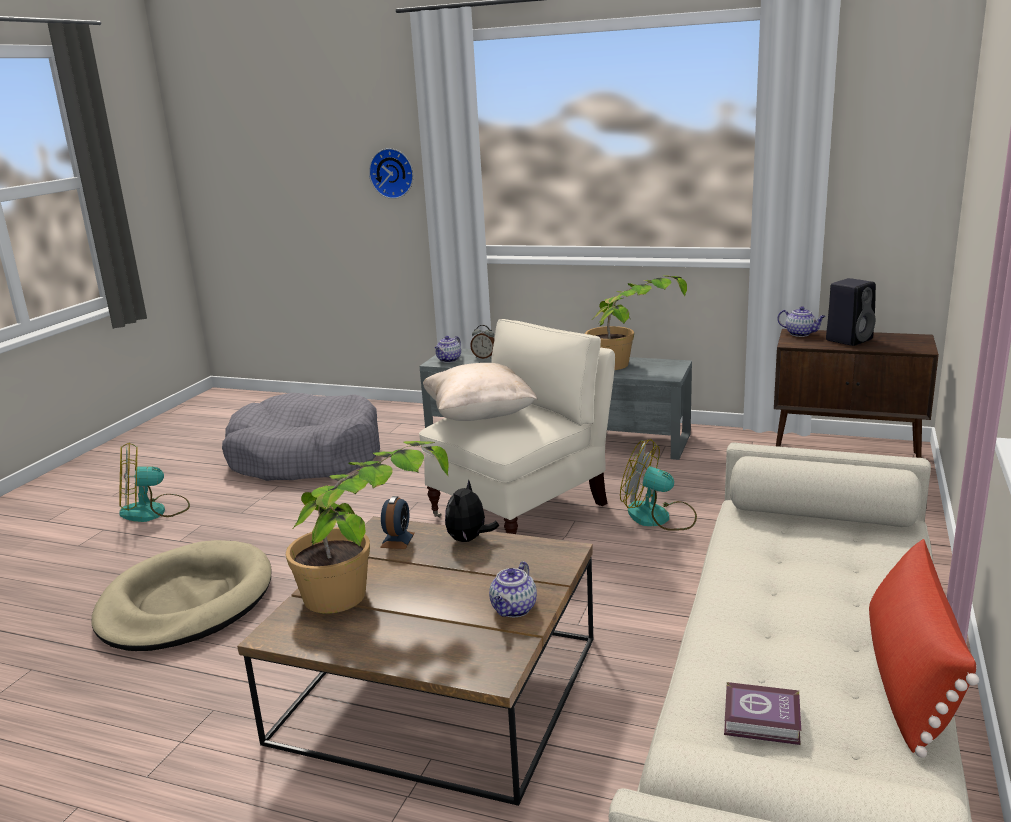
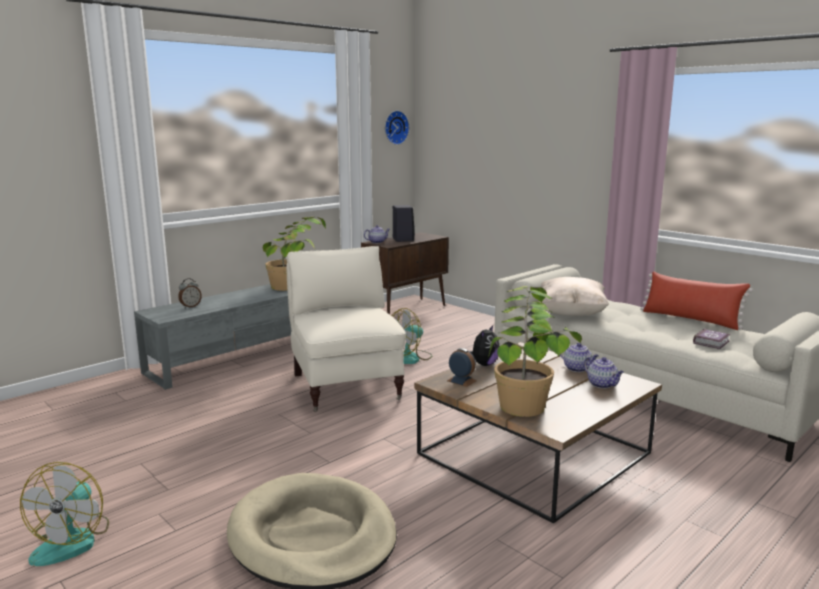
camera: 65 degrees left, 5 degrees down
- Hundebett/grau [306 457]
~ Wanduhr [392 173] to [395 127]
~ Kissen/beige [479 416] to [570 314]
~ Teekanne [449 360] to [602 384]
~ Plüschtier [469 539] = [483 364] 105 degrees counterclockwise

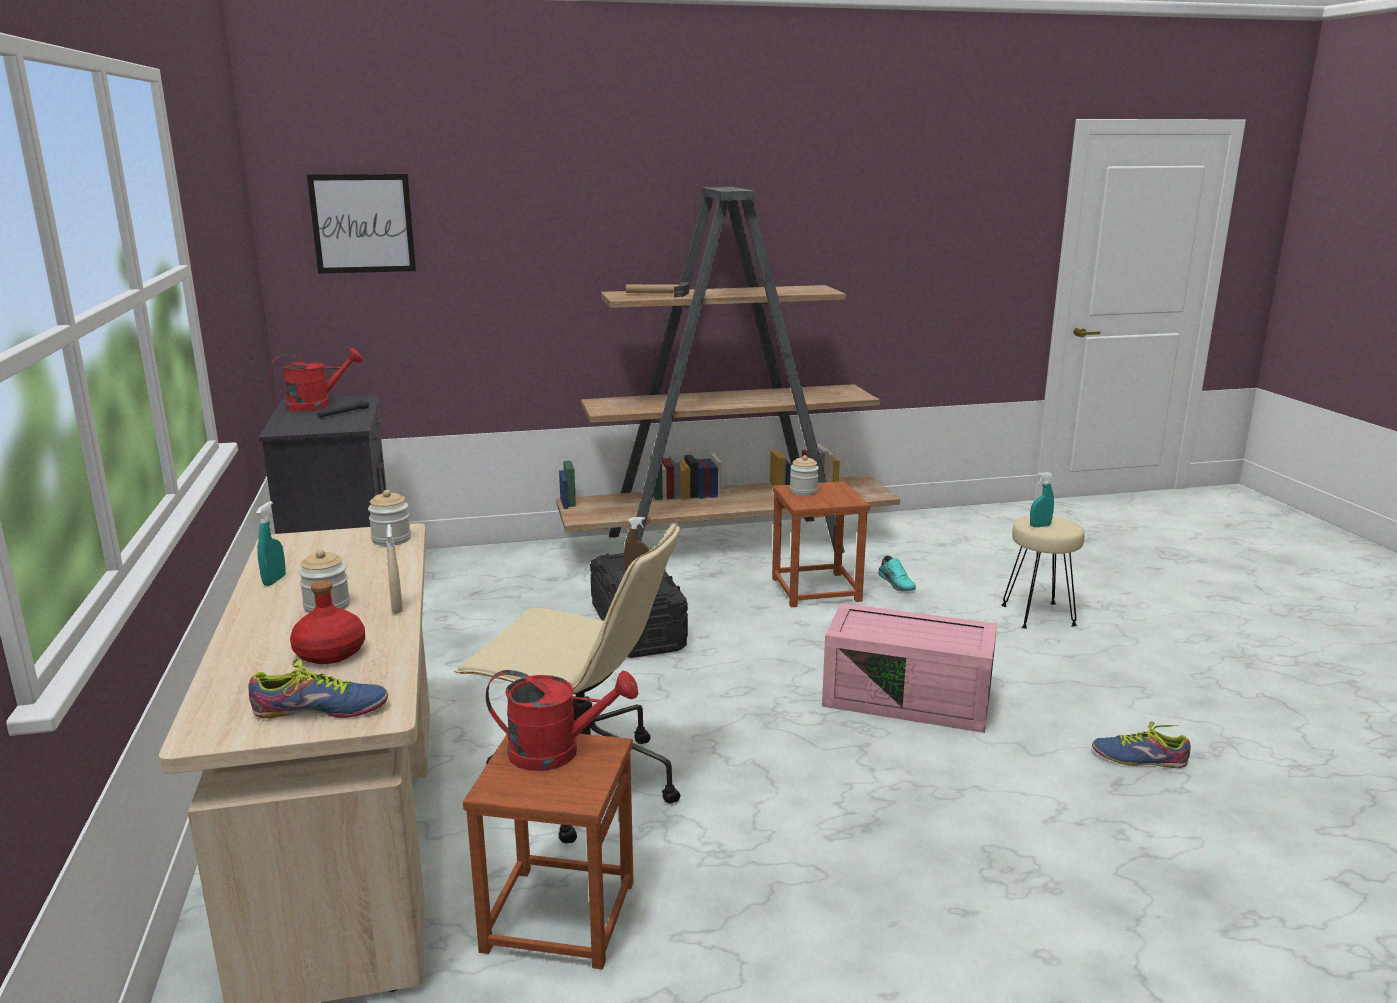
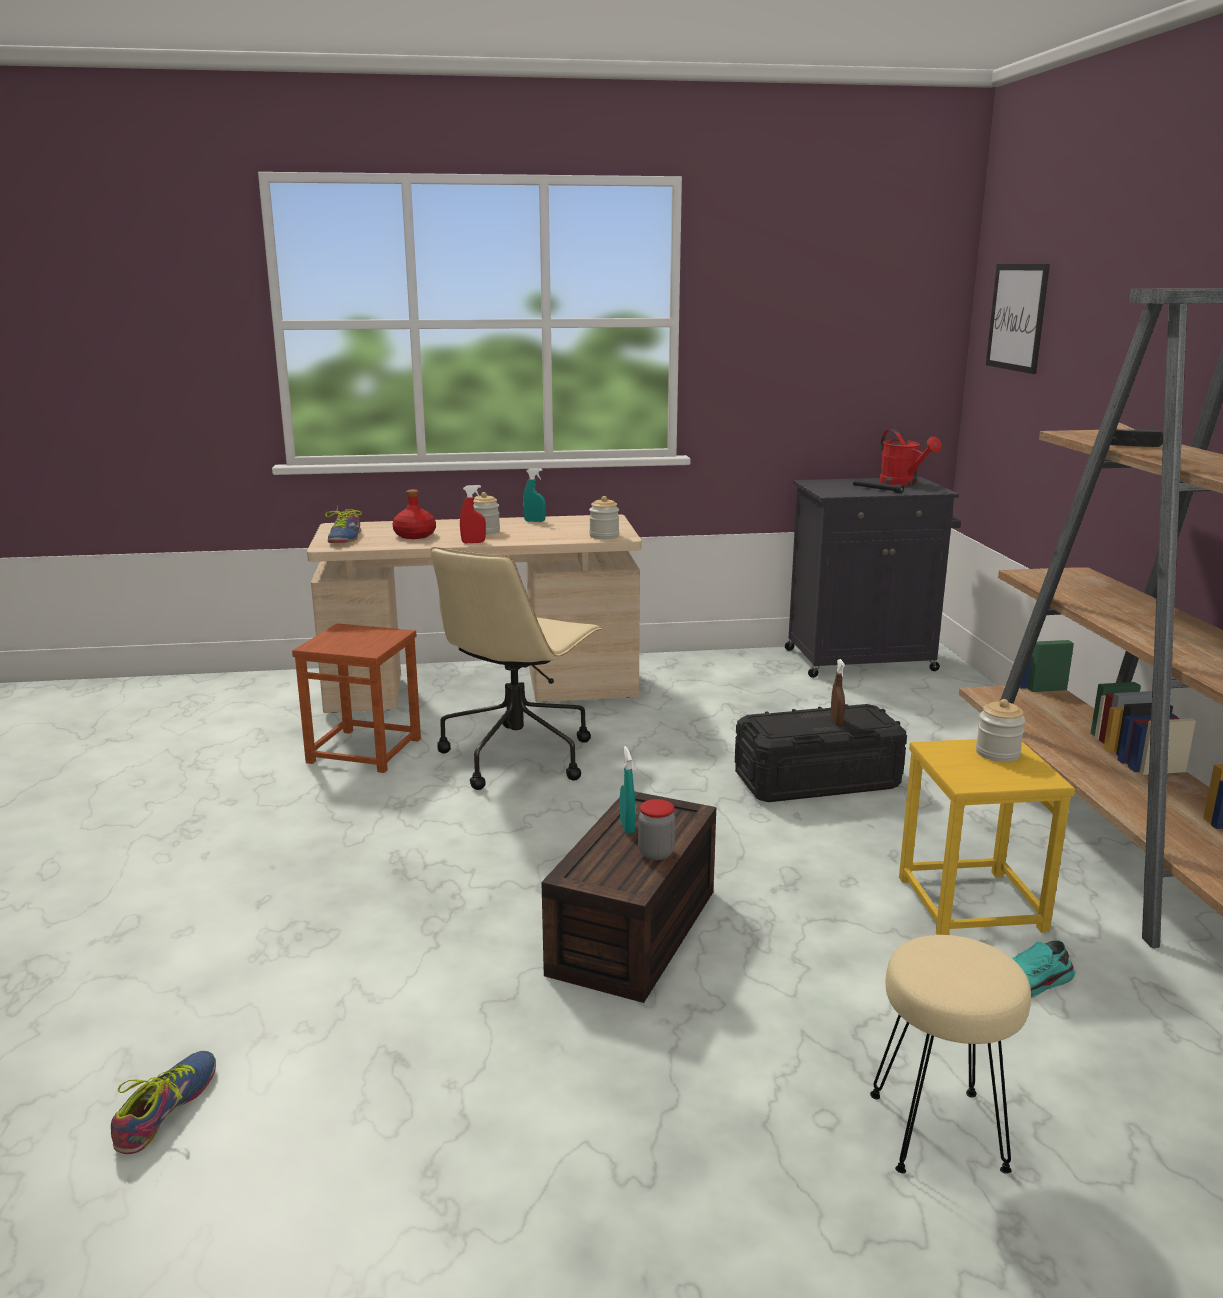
camera: 95 degrees right, 0 degrees up
- Gießkanne/rot [557 752]
+ Vorratsglas [656 853]
~ Sprühflasche/türkis [1040 526] to [627 827]
~ Schuh [1139 759] to [166 1109]
~ Sprühflasche/beige [397 608] to Sprühflasche/rot [473 542]
~ Hocker/braun [816 590] to Hocker/gelb [969 903]
~ Aufbewahrungsbox/rosa [909 699] to Aufbewahrungsbox/braun [635 933]

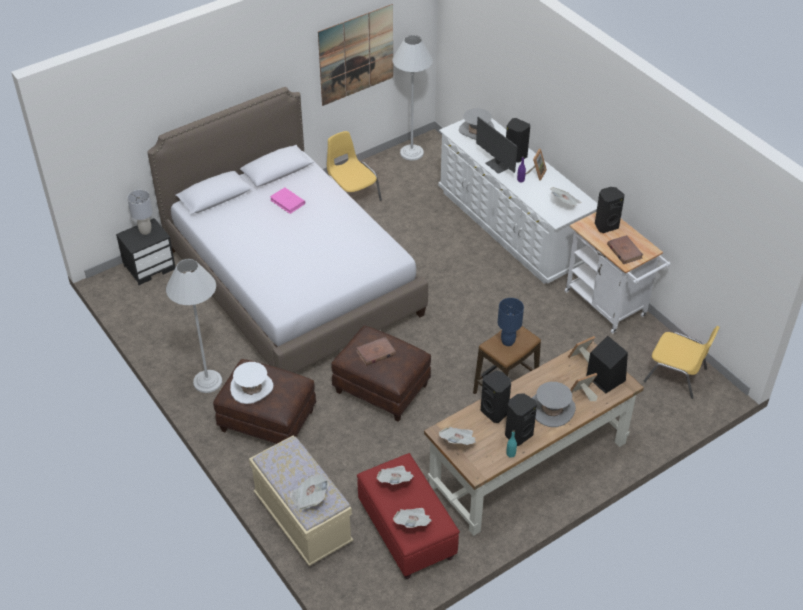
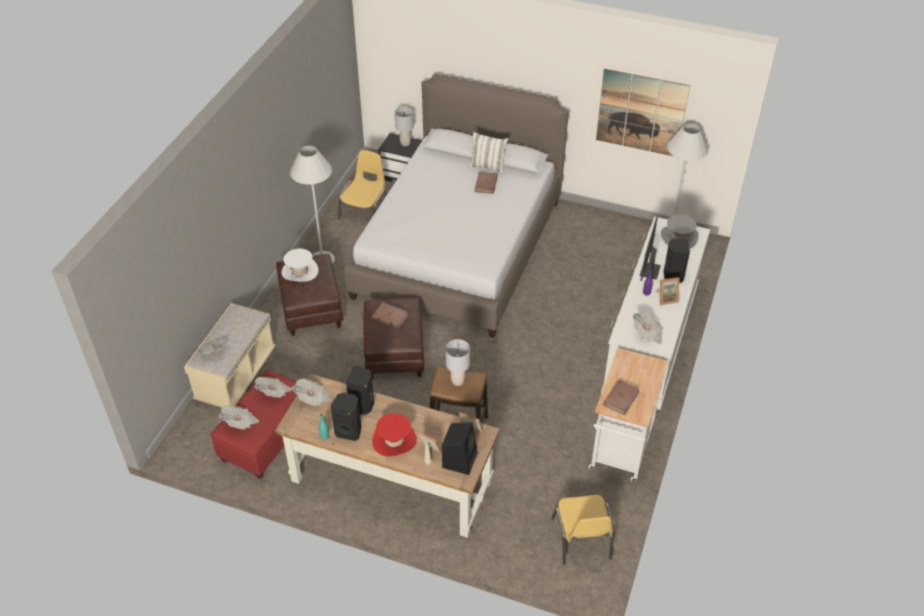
camera: 55 degrees right, 0 degrees up
- Lautsprecher/schwarz [606 225]
+ Kissen/weiß [488 166]
~ Stuhl/gelb [352 195] to [365 211]
~ Buch/rosa [287 202] to Buch/braun [486 184]
~ Tischlampe/blau [507 342] to Tischlampe/grau [457 381]
~ Hut/grau [552 409] to Hut/rot [394 440]

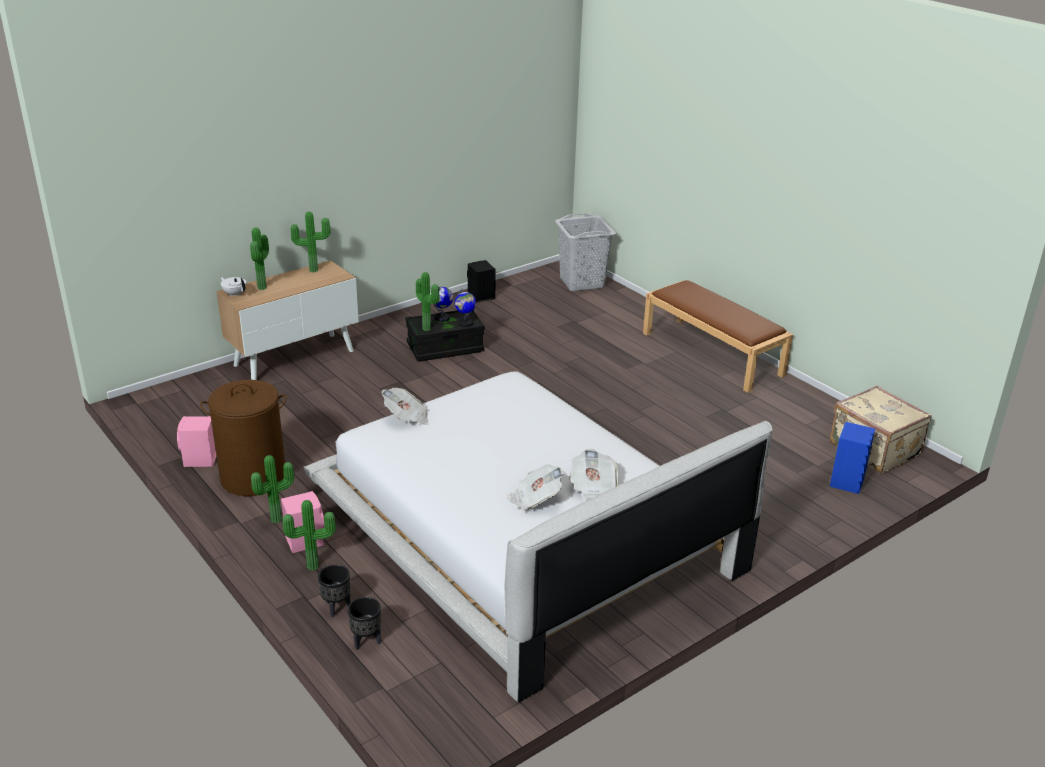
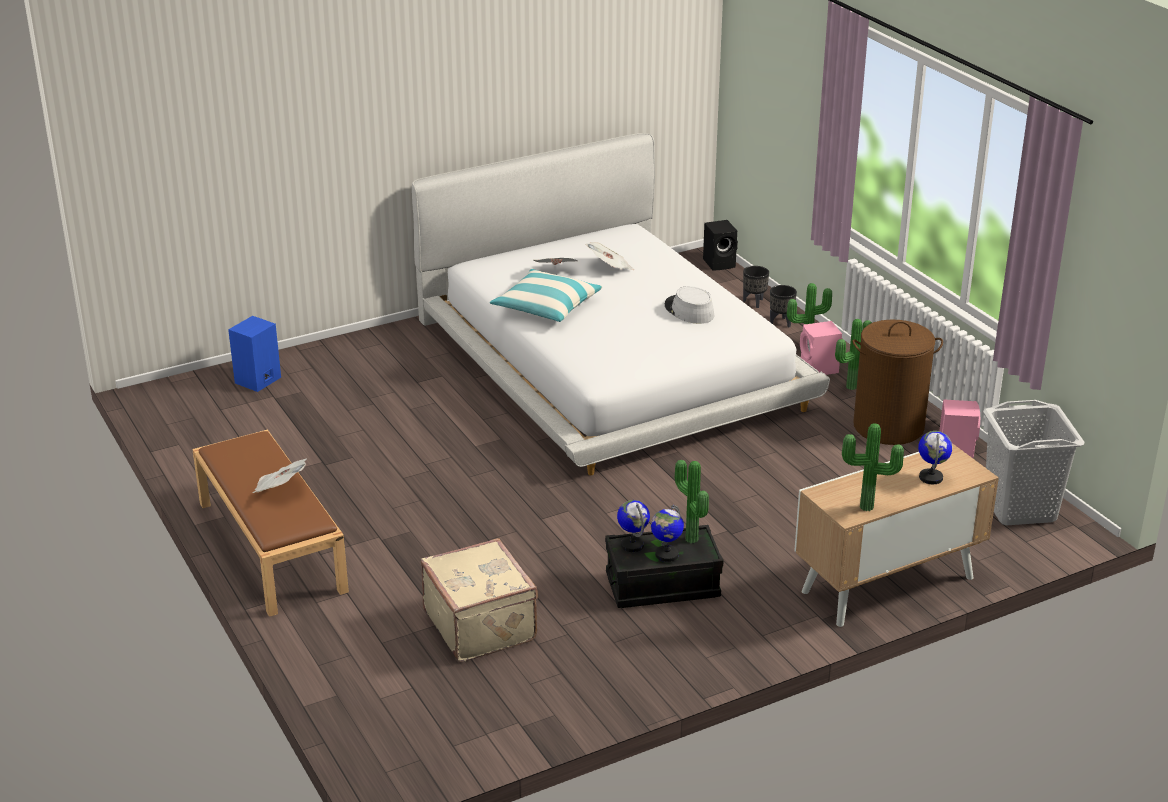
camera: 170 degrees left, 0 degrees up
- Teekanne/weiß [234 294]
+ Kissen [546 306]
+ Hut/grau [689 311]
~ Zeitung [407 417] to [280 488]
~ Lautsprecher/schwarz [480 296] to [720 263]
~ Wäschekorb/grau [582 282] to [1019 508]
~ Koffer/beige [873 450] to [481 625]
~ Topfpflanze [264 288] to Globus [931 477]

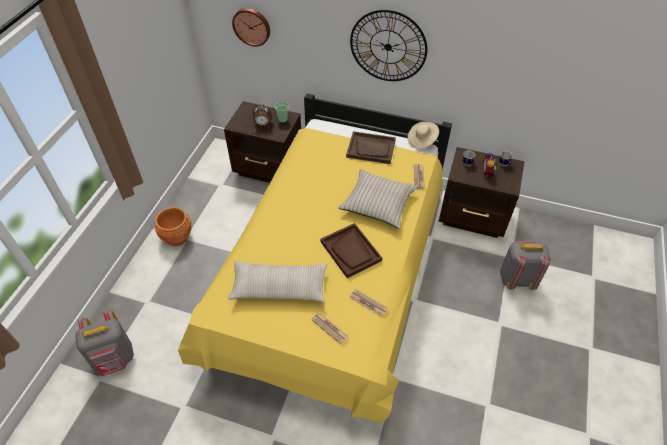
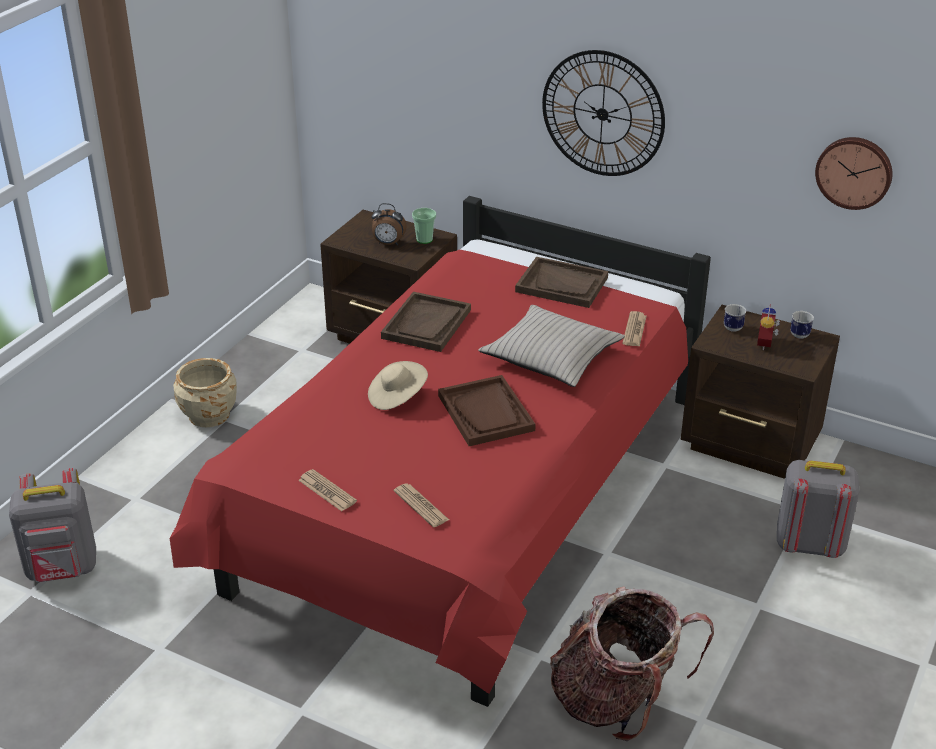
camera: 10 degrees right, 15 degrees down
- Kissen/beige [279 287]
+ Tablett/braun [426 324]
+ Rucksack [617 700]
~ Wanduhr [252 26] to [854 171]
~ Zeitung [368 303] to [327 491]
~ Hut/beige [422 140] to [397 397]
~ Pflanzkübel/orange [177 237] to Pflanzkübel/beige [209 415]
~ Bett/gelb [332 276] to Bett/rot [466 501]

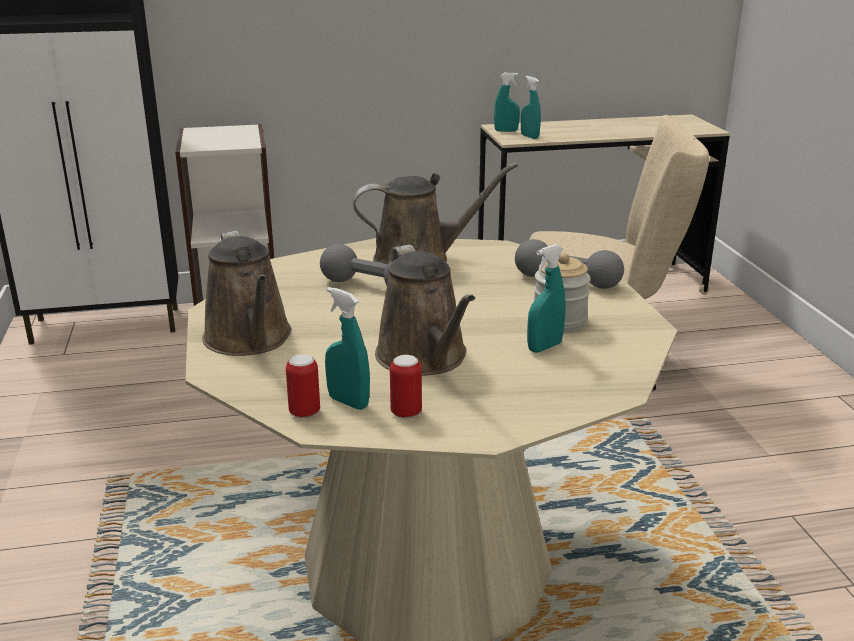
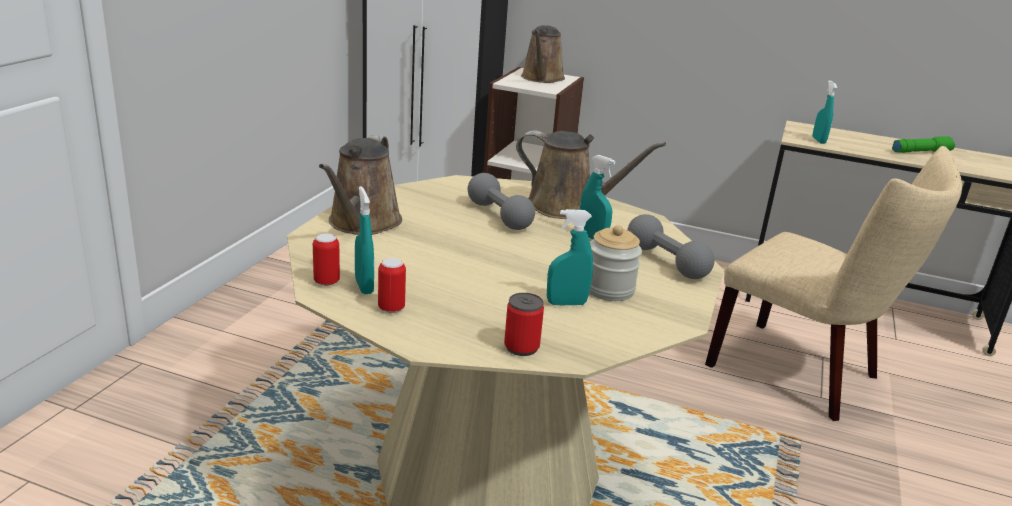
camera: 30 degrees right, 0 degrees up
+ Dose [521 347]
+ Taschenlampe/grün [921 152]
~ Gießkanne/braun [425 358] to [542 78]
~ Sprühflasche/türkis [506 131] to [592 237]

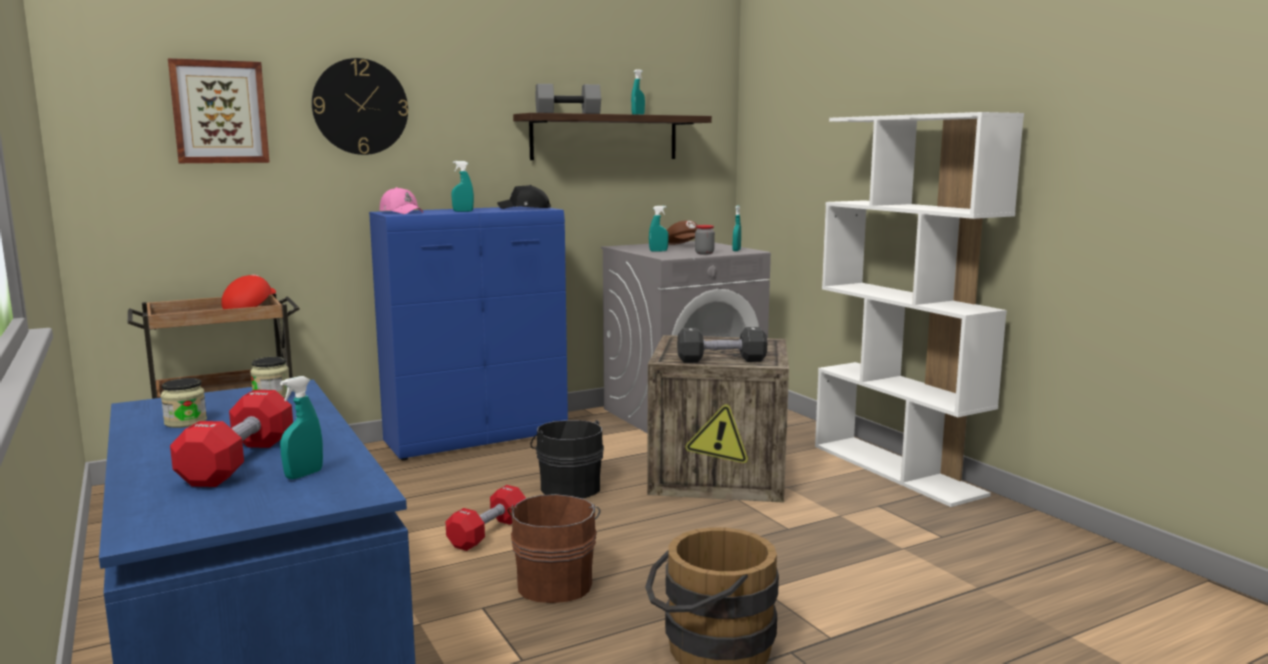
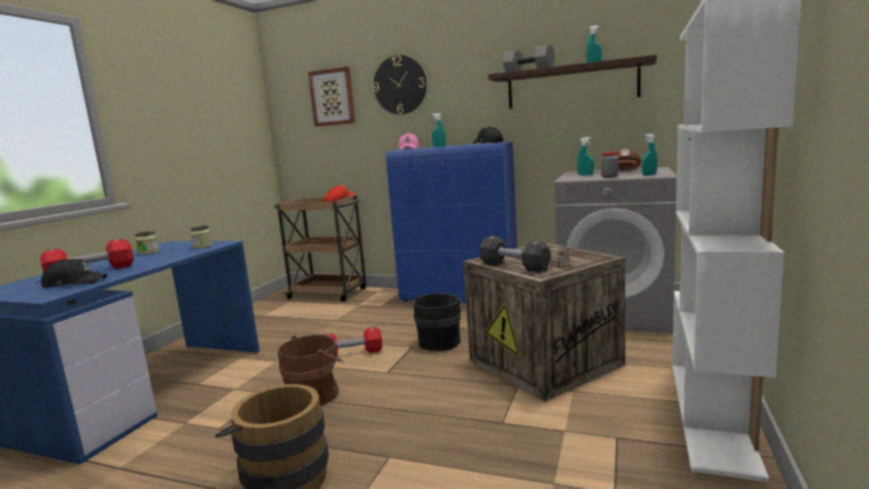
camera: 50 degrees right, 0 degrees up
~ Sprühflasche/türkis [304 475] to Kappe/schwarz [75 283]

